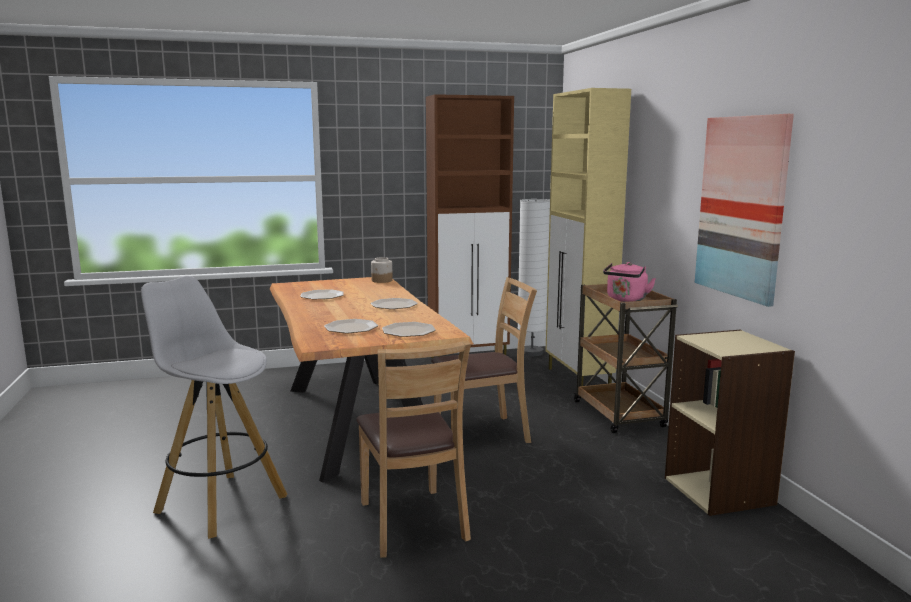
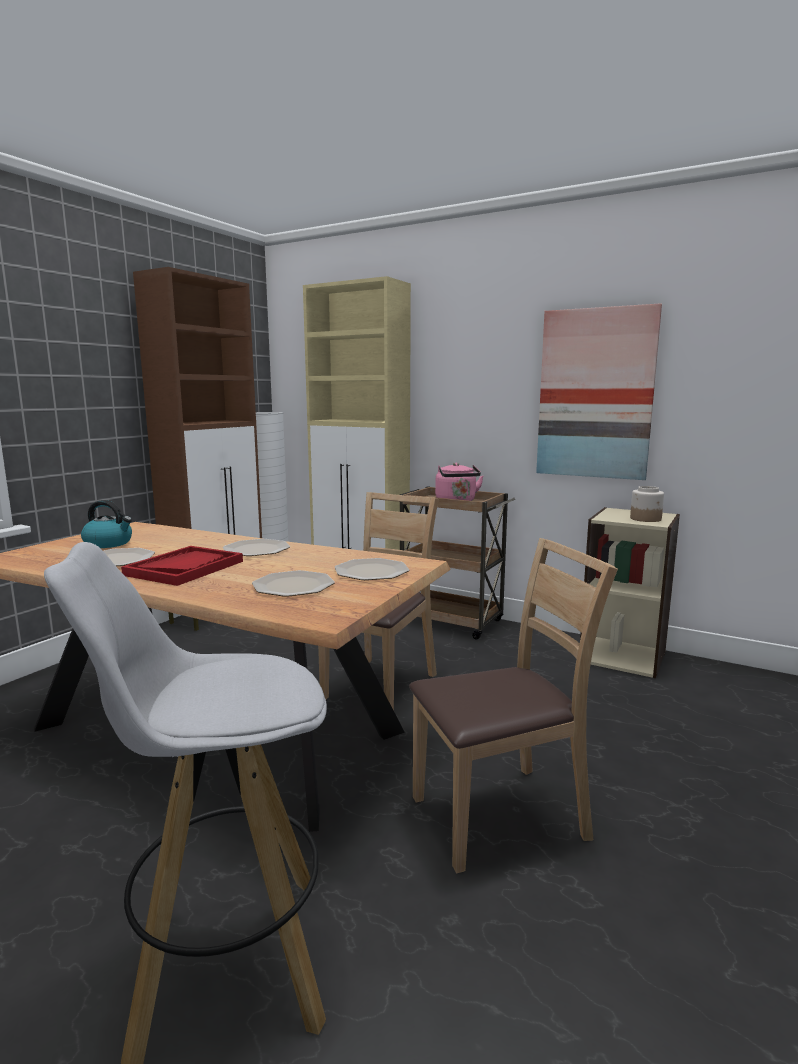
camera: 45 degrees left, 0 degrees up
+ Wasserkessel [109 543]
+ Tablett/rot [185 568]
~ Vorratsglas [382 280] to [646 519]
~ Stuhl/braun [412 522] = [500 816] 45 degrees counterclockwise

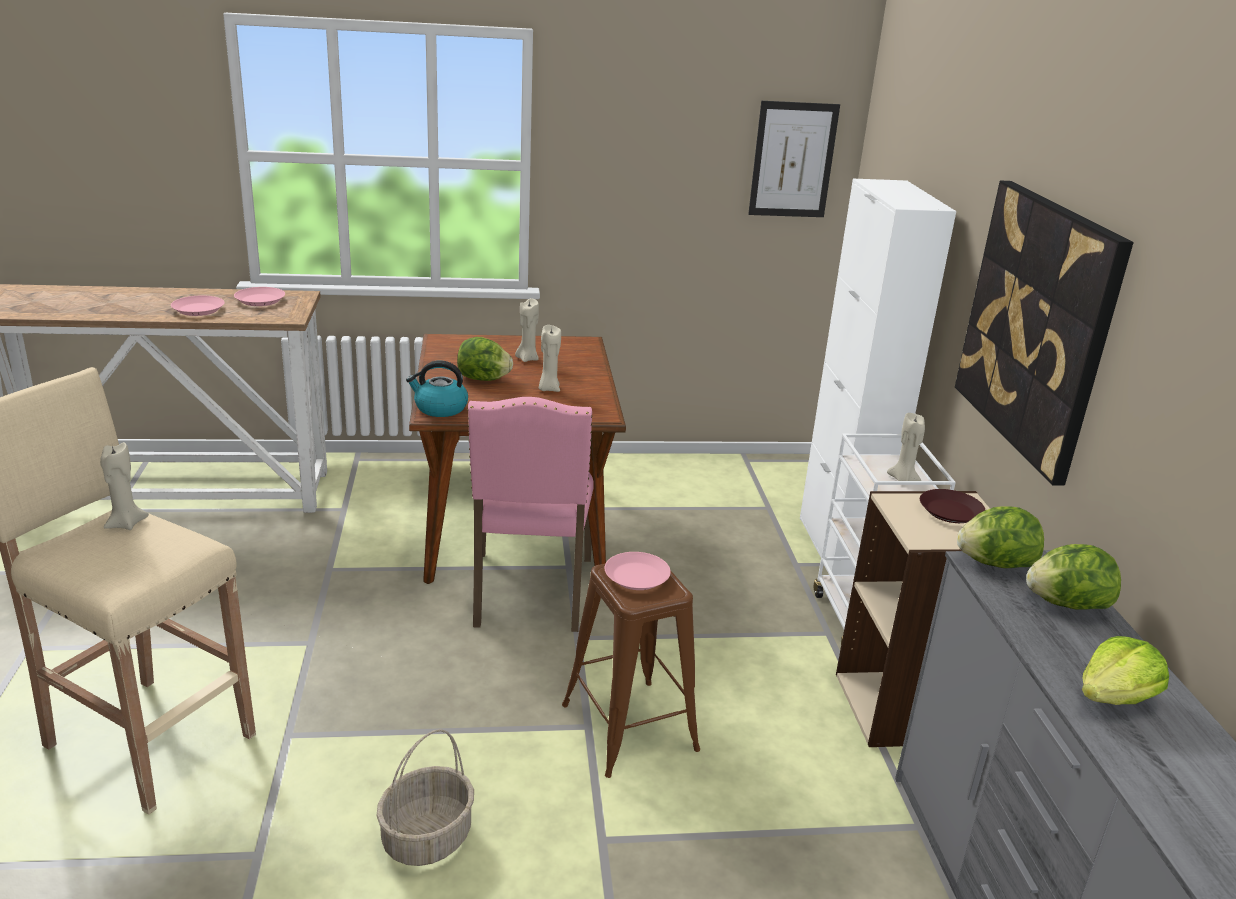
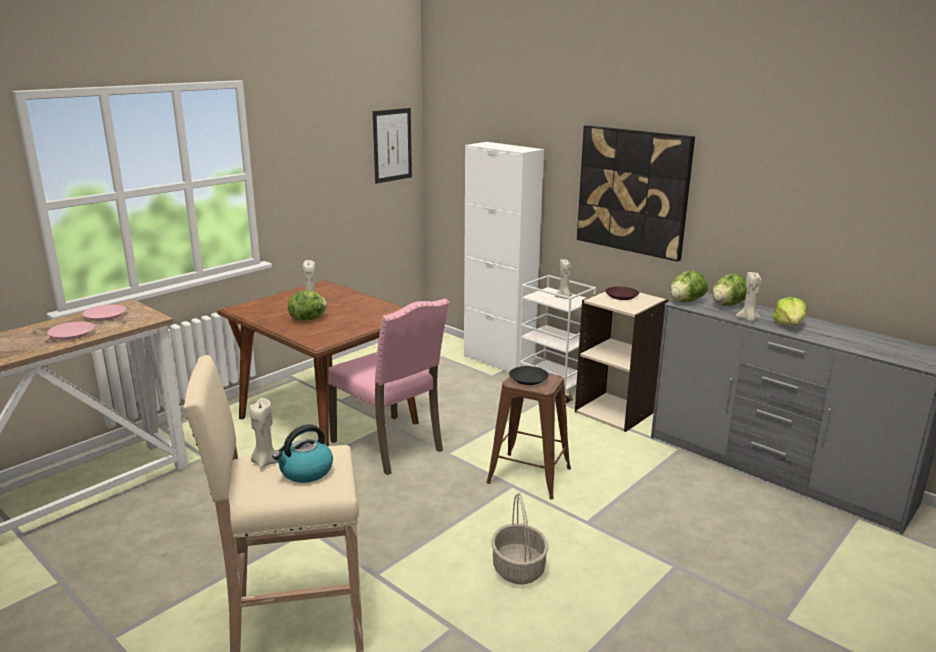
camera: 40 degrees left, 5 degrees down
~ Wasserkessel [440 408] to [305 472]
~ Kerze/beige [548 389] to [748 319]
~ Teller/rosa [636 577] to Teller/schwarz [528 379]

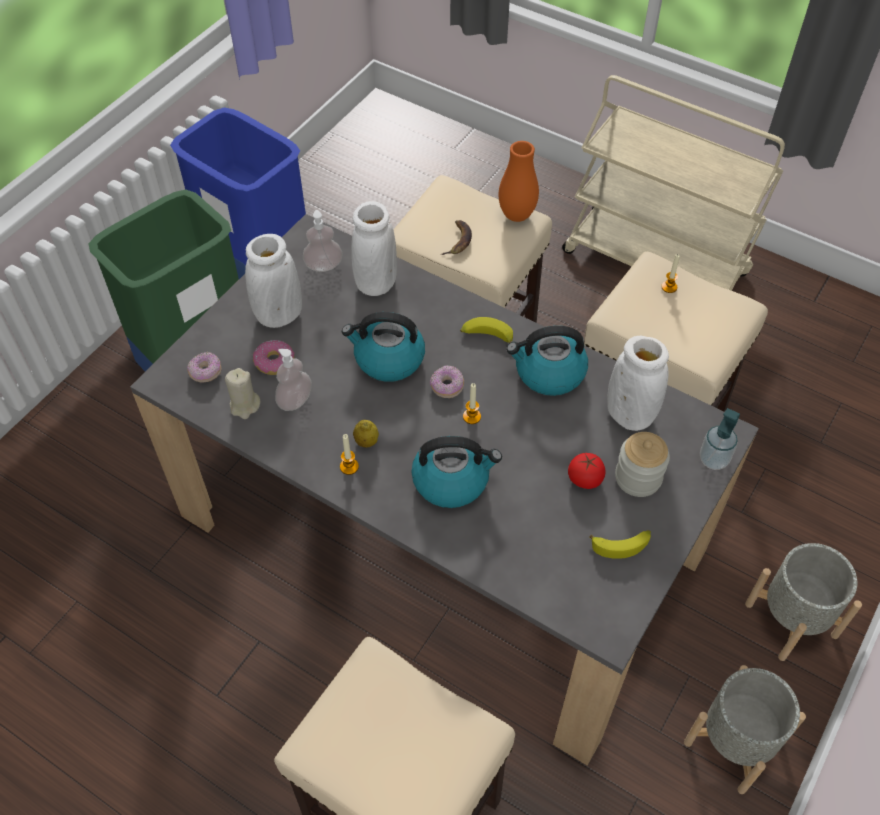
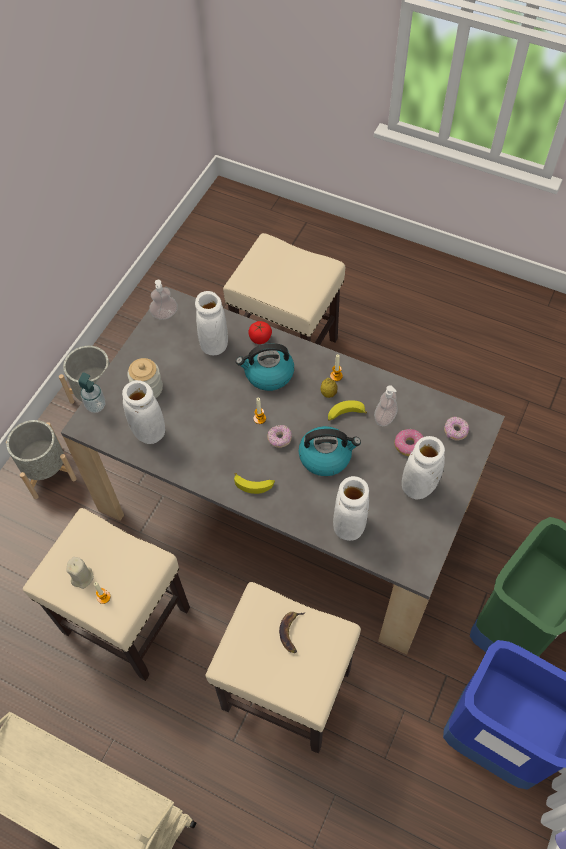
camera: 175 degrees right, 5 degrees up
- Vase/orange [516 215]
- Wasserkessel [548 373]
+ Vase/weiß [214 344]
~ Kerze/beige [244 406] to [82 577]
~ Seifenspender [323 265] to [165 314]
~ Tomate [585 479] to [260 338]
~ Banane [621 544] to [345 414]

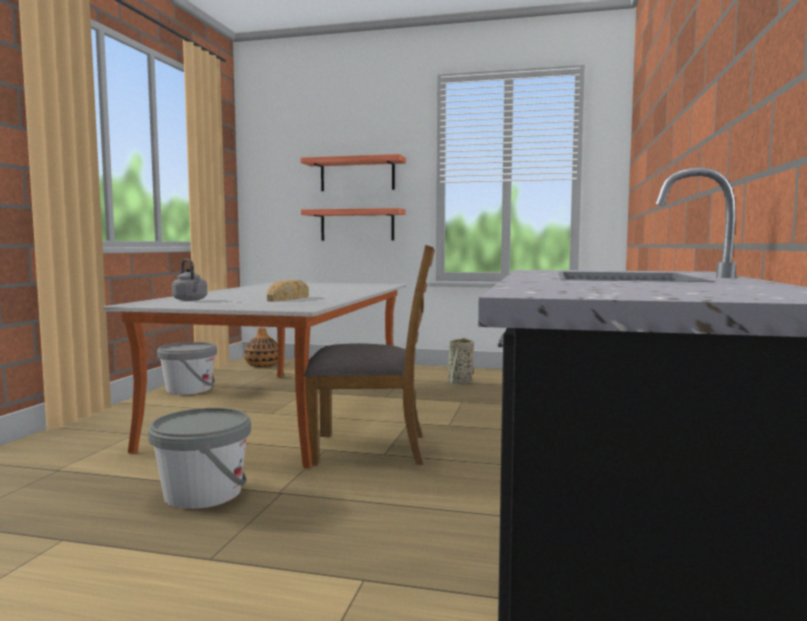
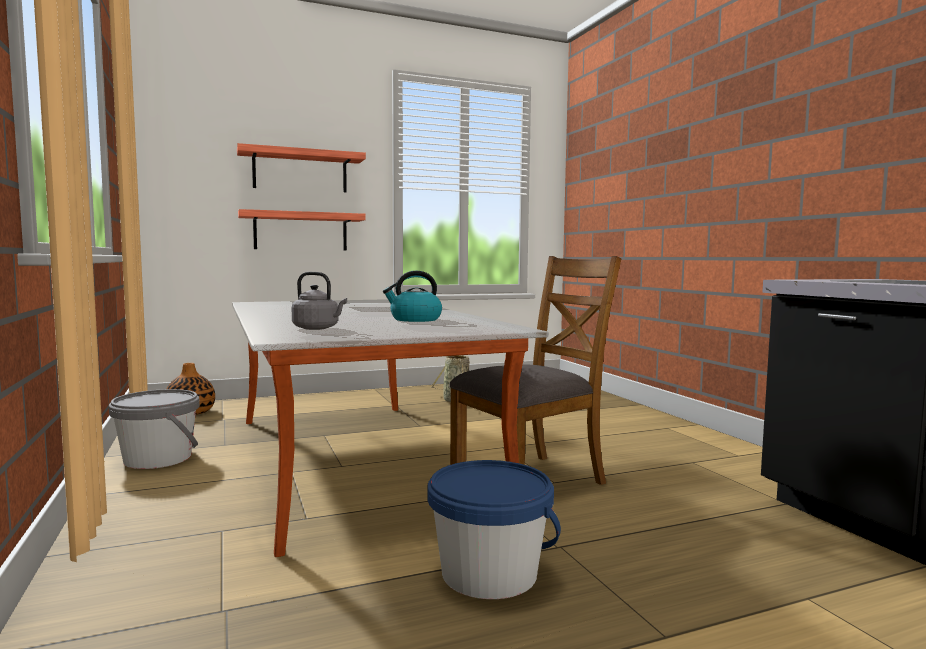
camera: 35 degrees left, 0 degrees up
~ Brot [288 298] to Wasserkessel [415 319]
~ Eimer/grau [203 493] to Eimer/blau [489 573]

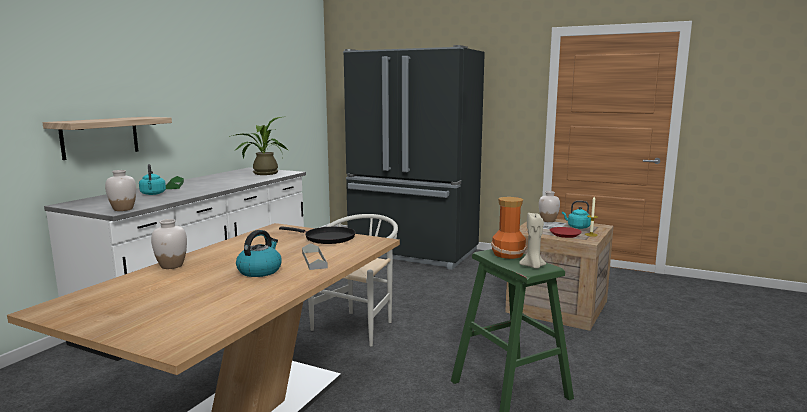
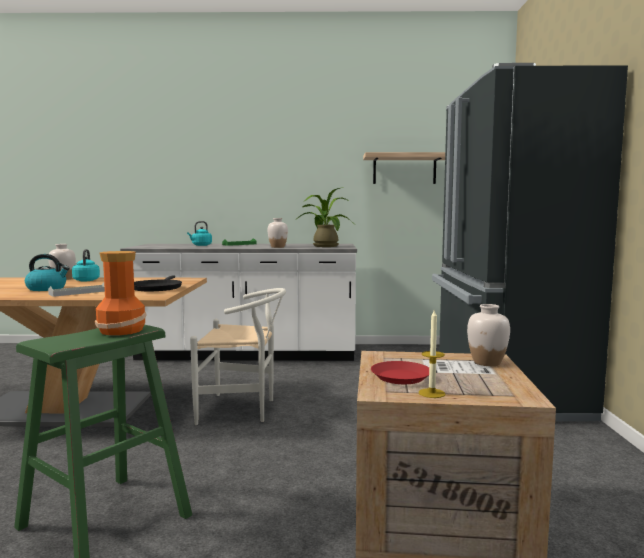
camera: 65 degrees right, 5 degrees down
- Kerze/beige [533 266]
~ Wandregal [100 137] to [404 169]
~ Vase/weiß [123 209] to [277 247]
~ Wasserkessel/türkis [577 227] to [87 280]

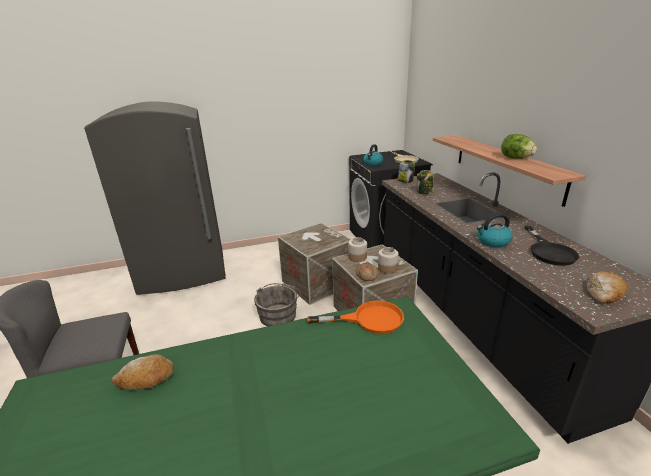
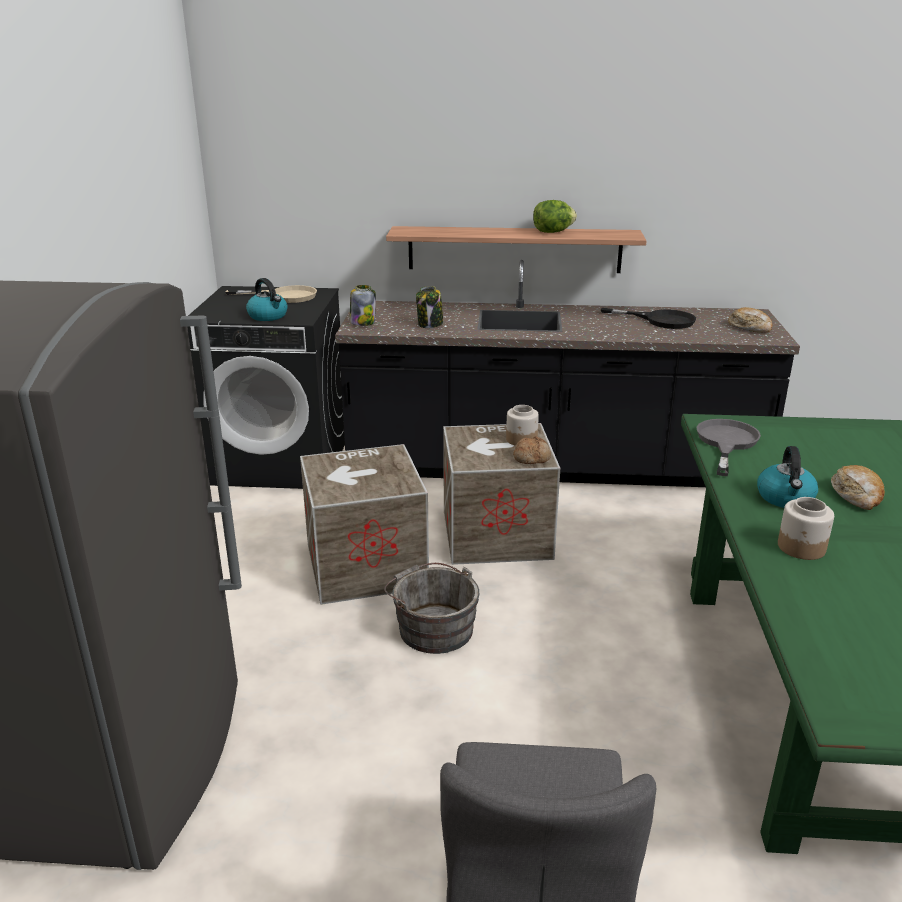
camera: 70 degrees left, 0 degrees up
~ Brot [146 379] to [857 496]
~ Vorratsglas [357 257] to [801 548]
~ Wasserkessel [492 242] to [785 498]
~ Pfanne/orange [369 319] to Pfanne/grau [726 443]

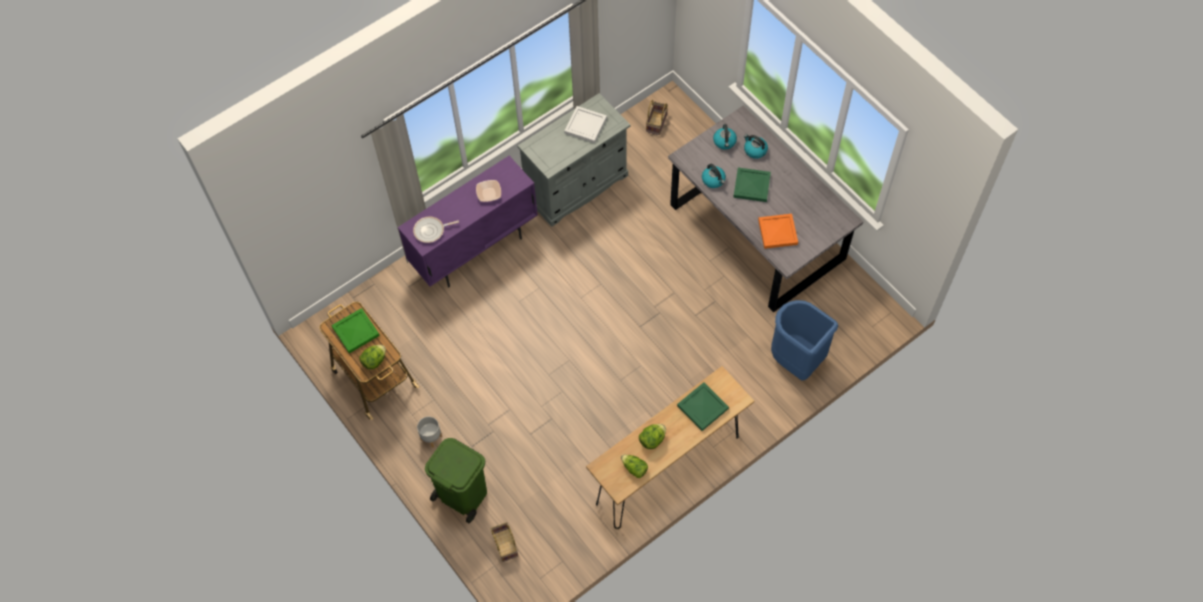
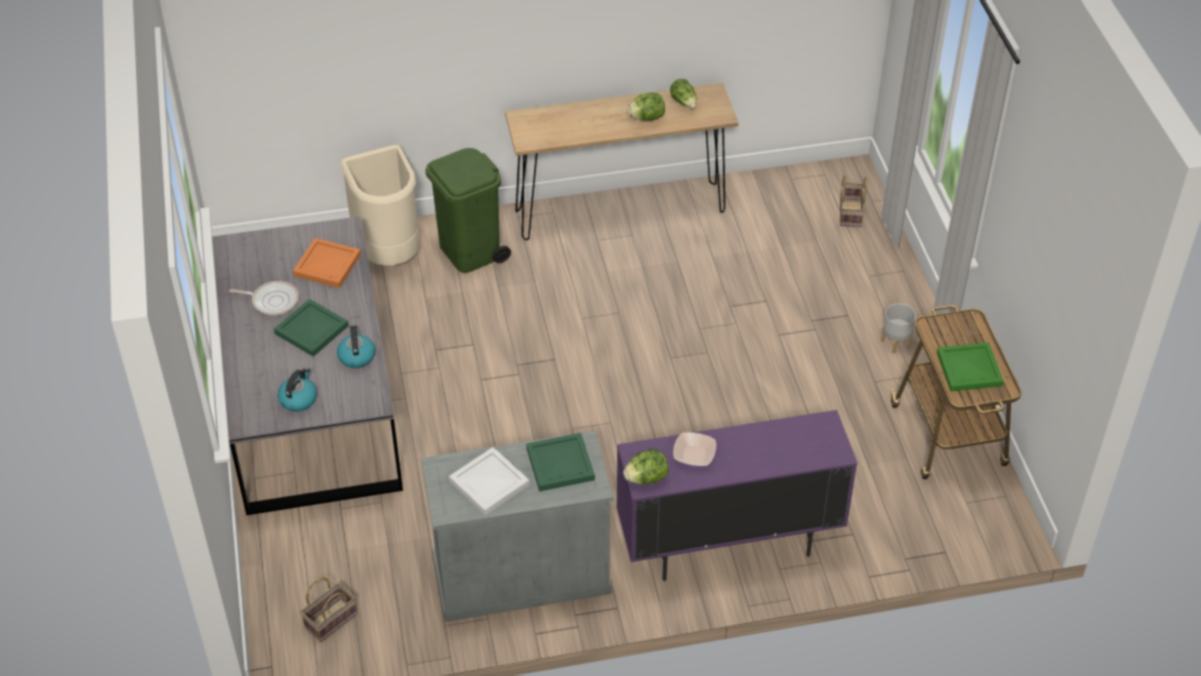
camera: 155 degrees left, 15 degrees down
- Wasserkessel [755 150]
~ Salatkopf [374 361] to [646 478]
~ Pfanne [431 231] to [272 300]
~ Mülleimer/grün [462 495] to [470 252]
~ Tablett/grün [702 407] to [561 464]
~ Mülleimer/blau [796 361] to Mülleimer/beige [389 253]

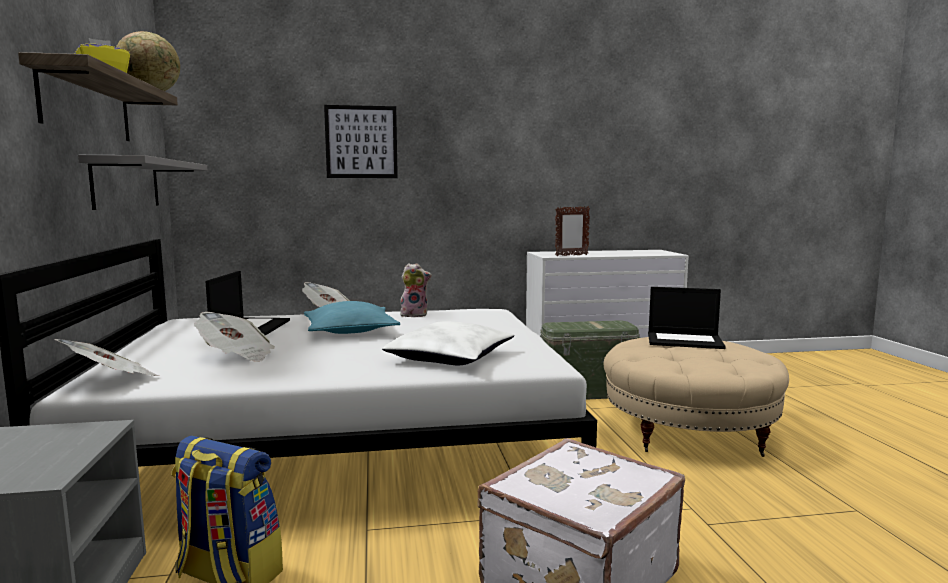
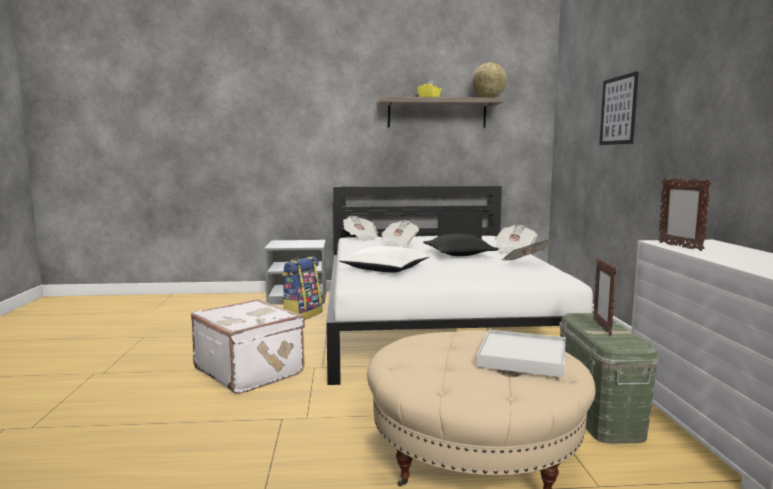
camera: 95 degrees right, 0 degrees up
- Wandregal/grau [126 184]
+ Bilderrahmen [602 327]
~ Plüschtier [414 315] to Zeitung [525 264]
~ Laptop [685 340] to Tablett/weiß [523 357]
~ Kissen/türkis [350 331] to Kissen/schwarz [459 254]

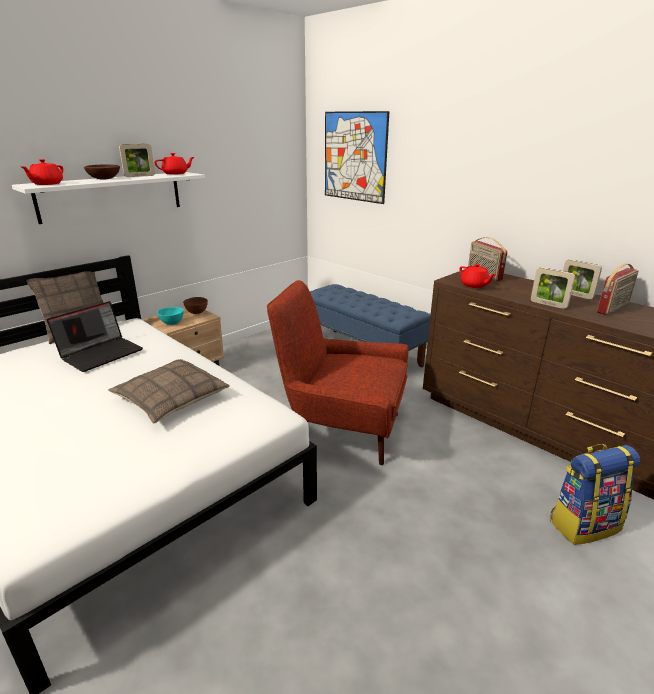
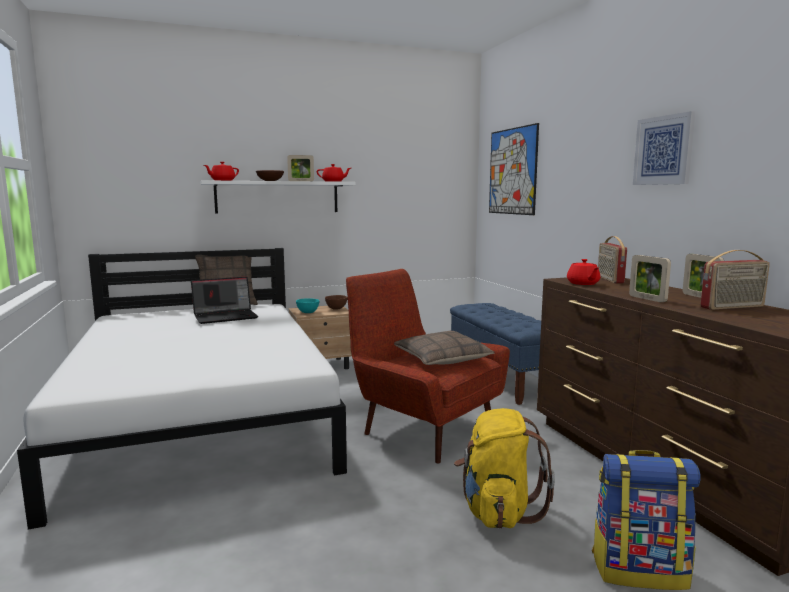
camera: 25 degrees right, 15 degrees down
+ Rucksack/gelb [497 511]
+ Bild [664 150]
~ Kissen [171 399] to [441 359]

